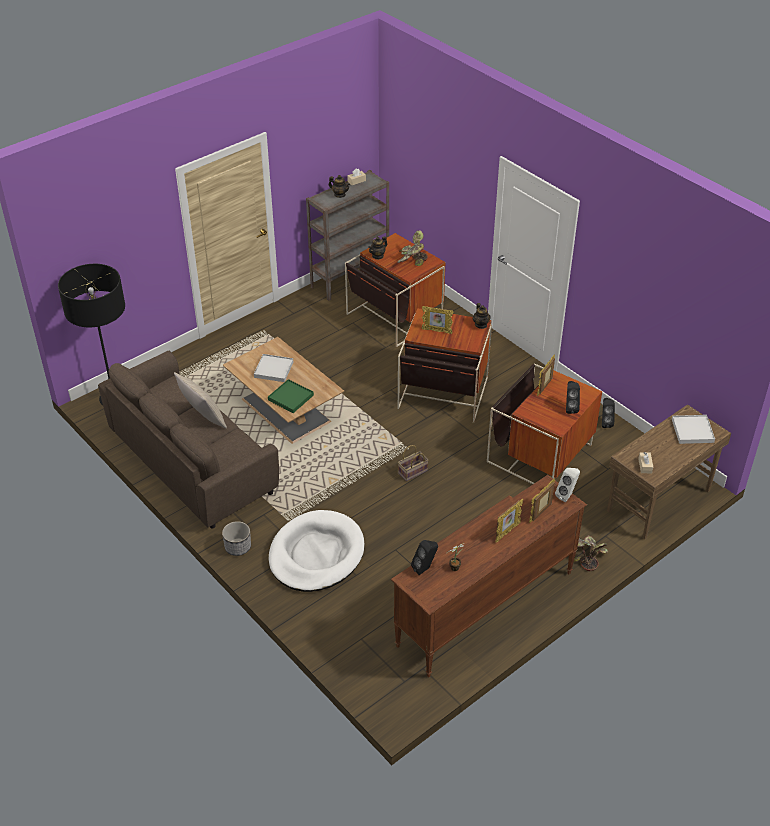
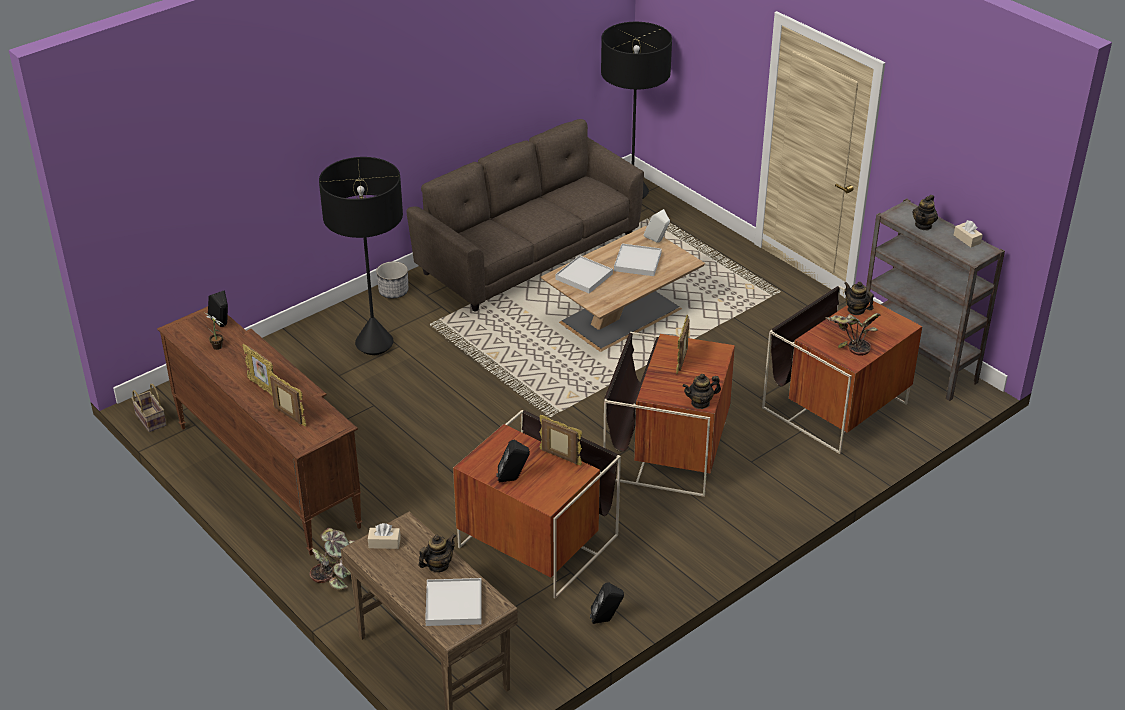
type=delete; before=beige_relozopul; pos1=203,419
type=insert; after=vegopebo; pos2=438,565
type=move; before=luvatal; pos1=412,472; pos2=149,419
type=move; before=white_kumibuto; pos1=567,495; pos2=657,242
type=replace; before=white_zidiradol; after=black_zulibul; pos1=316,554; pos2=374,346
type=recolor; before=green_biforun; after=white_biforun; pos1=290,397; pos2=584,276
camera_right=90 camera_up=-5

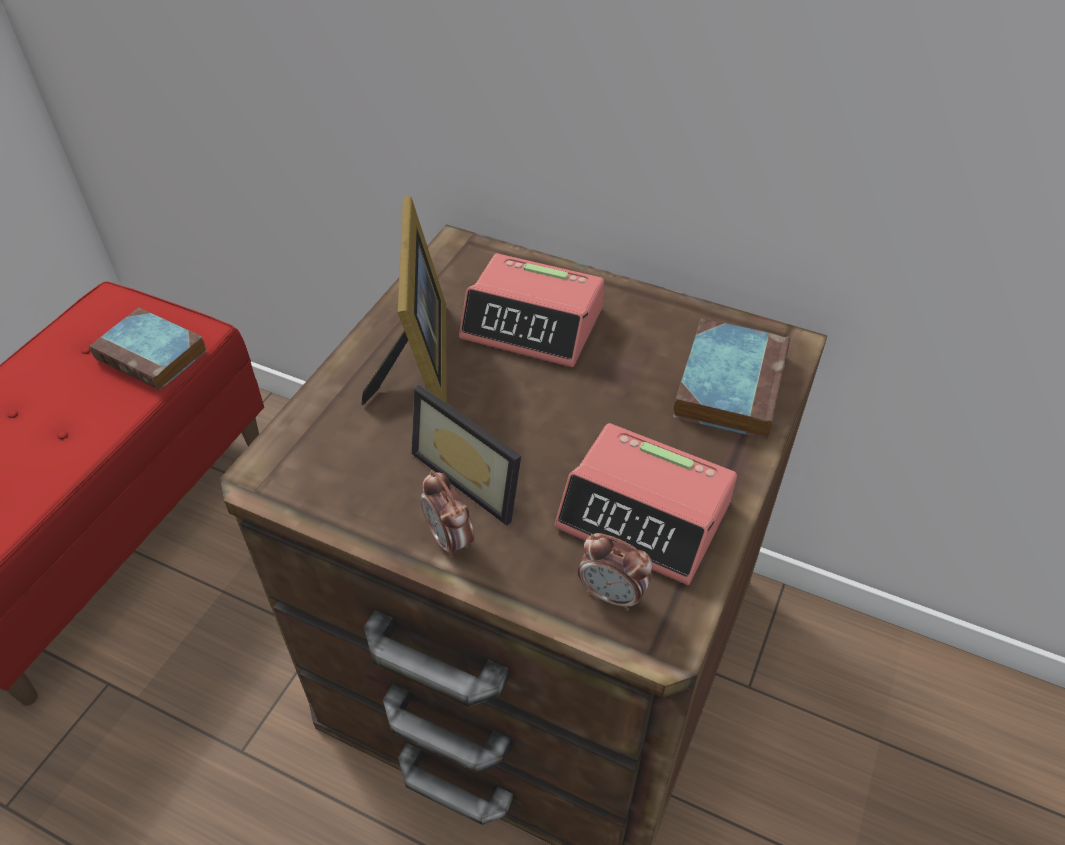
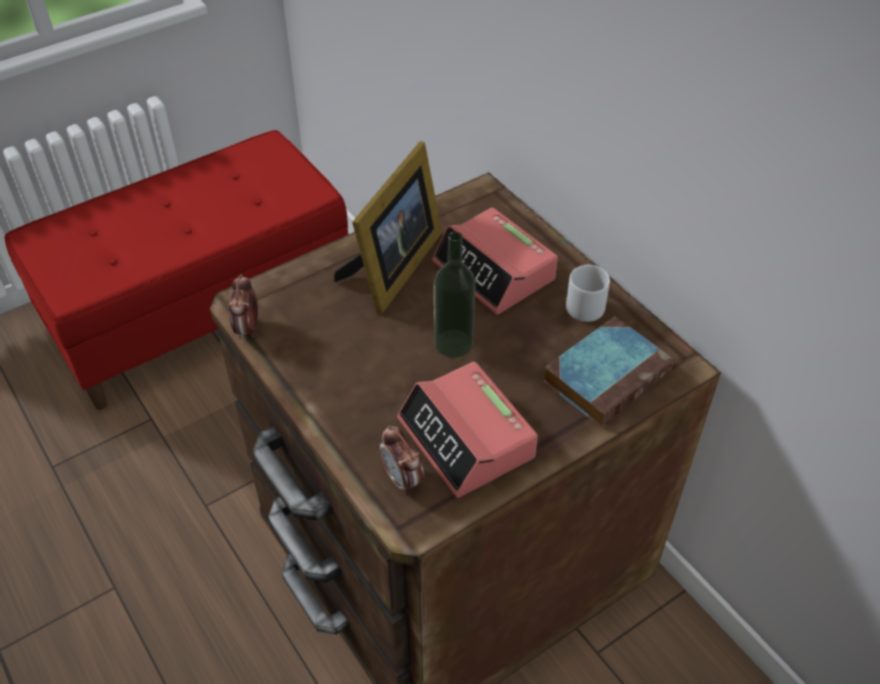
type=delete; before=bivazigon; pos1=154,355
type=delete; before=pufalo; pos1=475,474
type=insert; after=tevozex; pos2=453,343
type=insert; after=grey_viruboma; pos2=585,304
type=move; before=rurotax; pos1=450,539; pos2=247,329
camera_right=30 camera_up=0

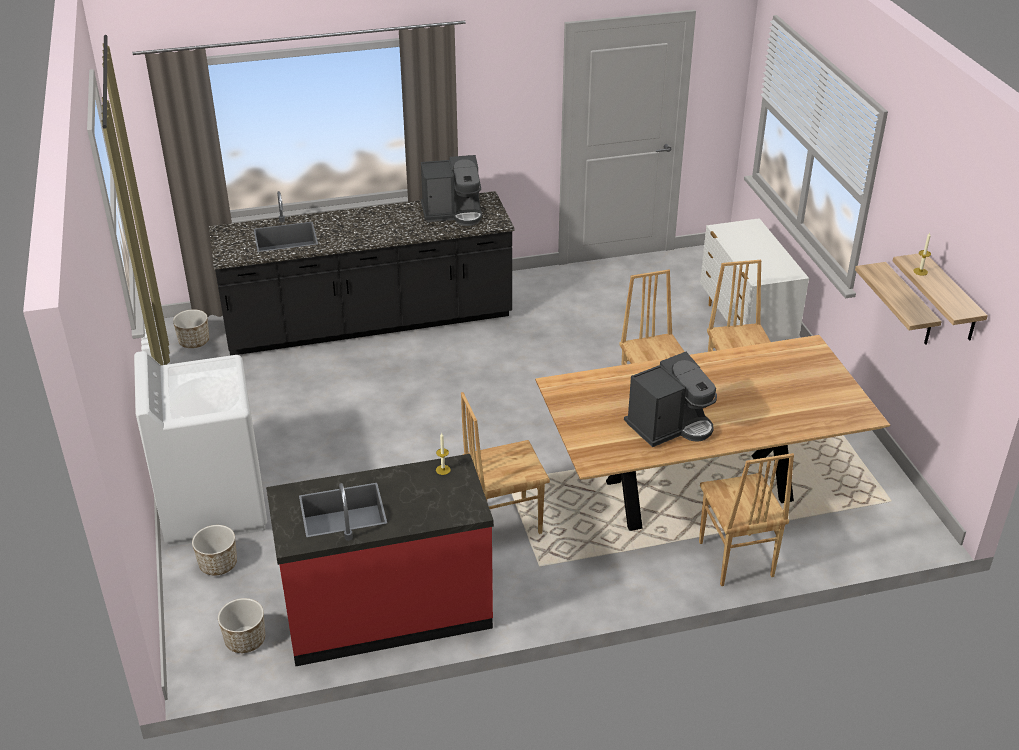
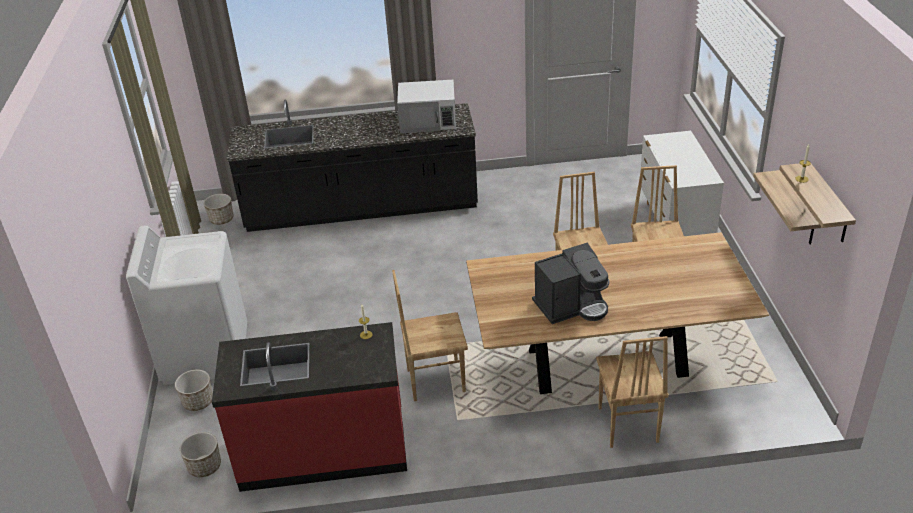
type=replace; before=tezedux; after=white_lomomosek; pos1=453,213; pos2=428,120
camera_right=10 camera_up=0

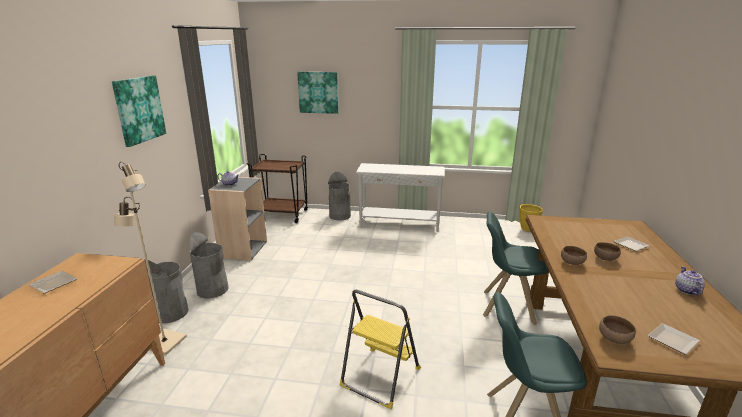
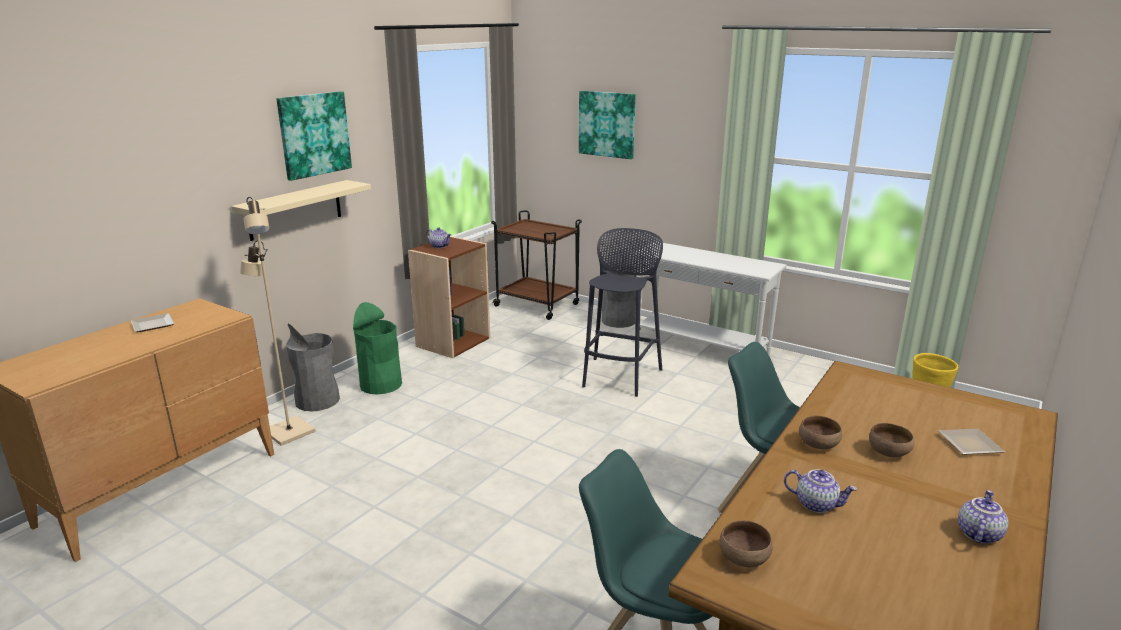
type=delete; before=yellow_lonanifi; pos1=378,378
type=delete; before=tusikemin; pos1=674,340
type=insert; after=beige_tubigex; pos2=295,210
type=insert; after=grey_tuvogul; pos2=619,376
type=insert; after=vegopebo; pos2=817,504
type=recolor; before=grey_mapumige; after=green_mapumige; pos1=212,290; pos2=381,384
type=recolor; before=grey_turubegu; after=brown_turubegu; pos1=243,249; pos2=453,341
camera_right=25 camera_up=0

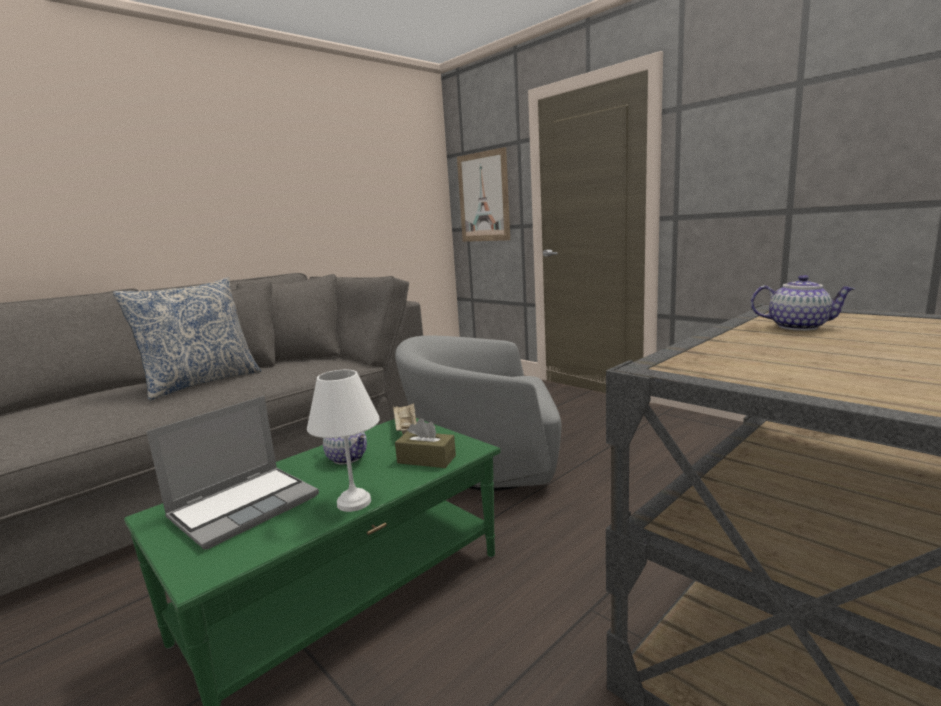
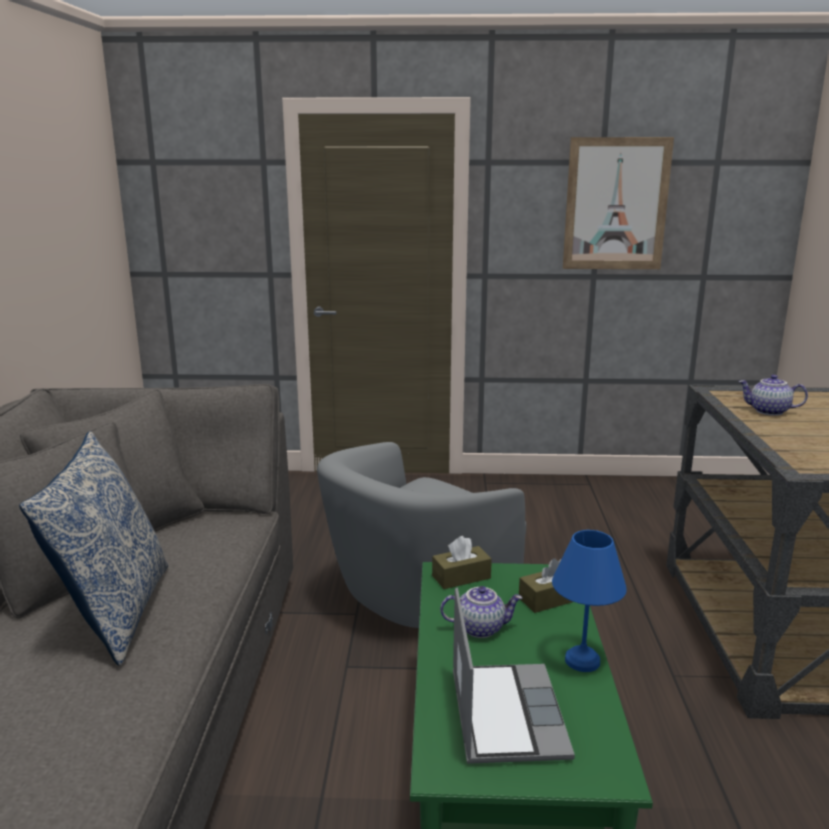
type=move; before=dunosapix; pos1=483,197; pos2=616,204
type=replace; before=beige_biforun; after=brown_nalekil; pos1=406,428; pos2=461,577
type=recolor; before=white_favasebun; after=blue_favasebun; pos1=355,501; pos2=581,660
type=rotate; before=vegopebo; pos1=798,327; pos2=768,411; turn=-135
camera_right=-45 camera_up=5

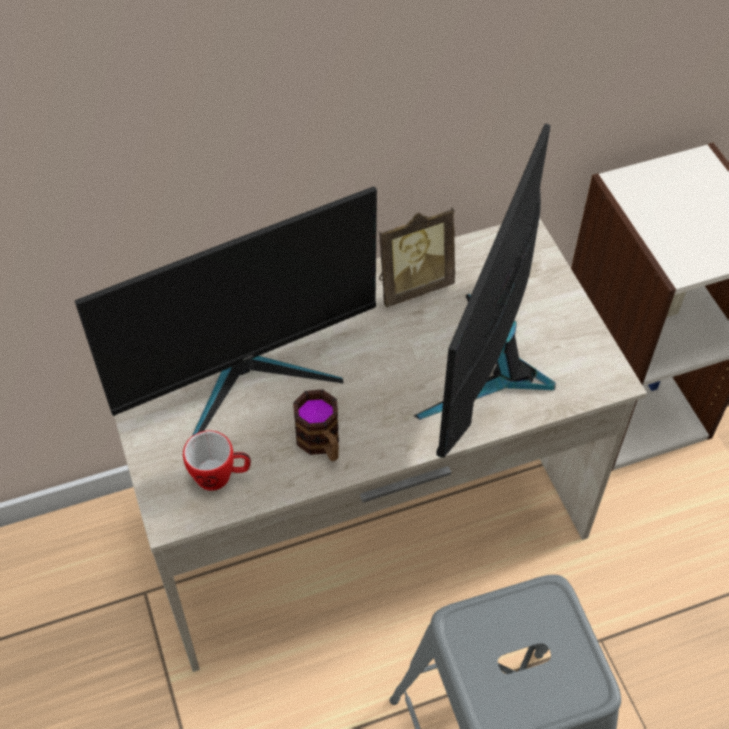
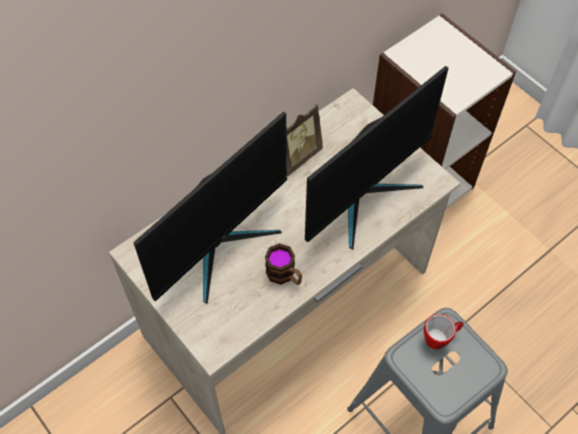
type=move; before=viruboma; pos1=221,476; pos2=440,338
type=rotate; before=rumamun; pos1=489,369; pos2=365,197; turn=-135
camera_right=-20 camera_up=5

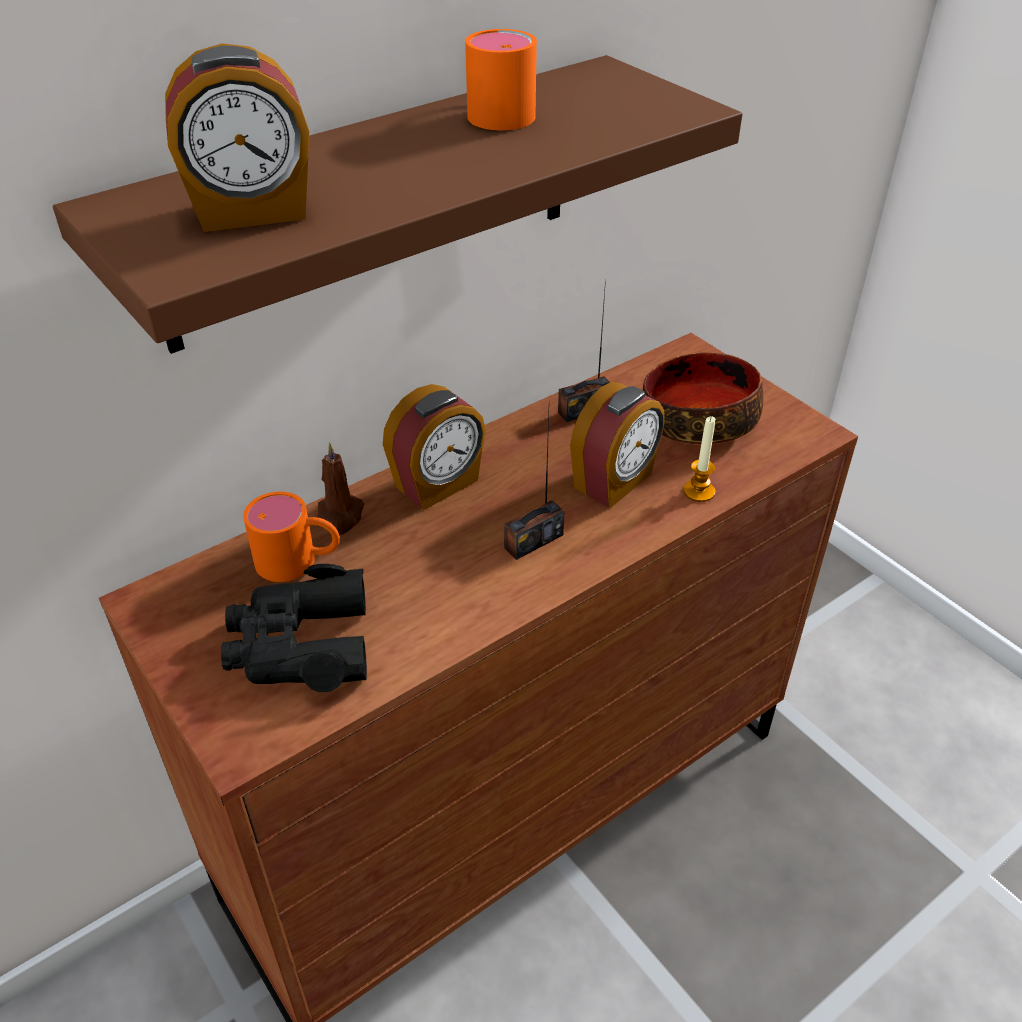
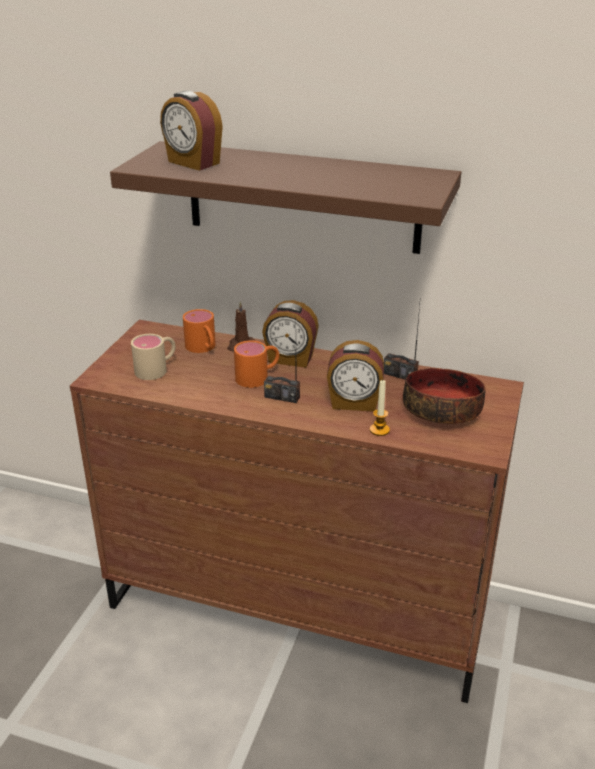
type=move; before=orange_viruboma; pos1=503,110; pos2=258,376
type=replace; before=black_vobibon; after=beige_viruboma; pos1=300,645; pos2=157,368
camera_right=55 camera_up=-10

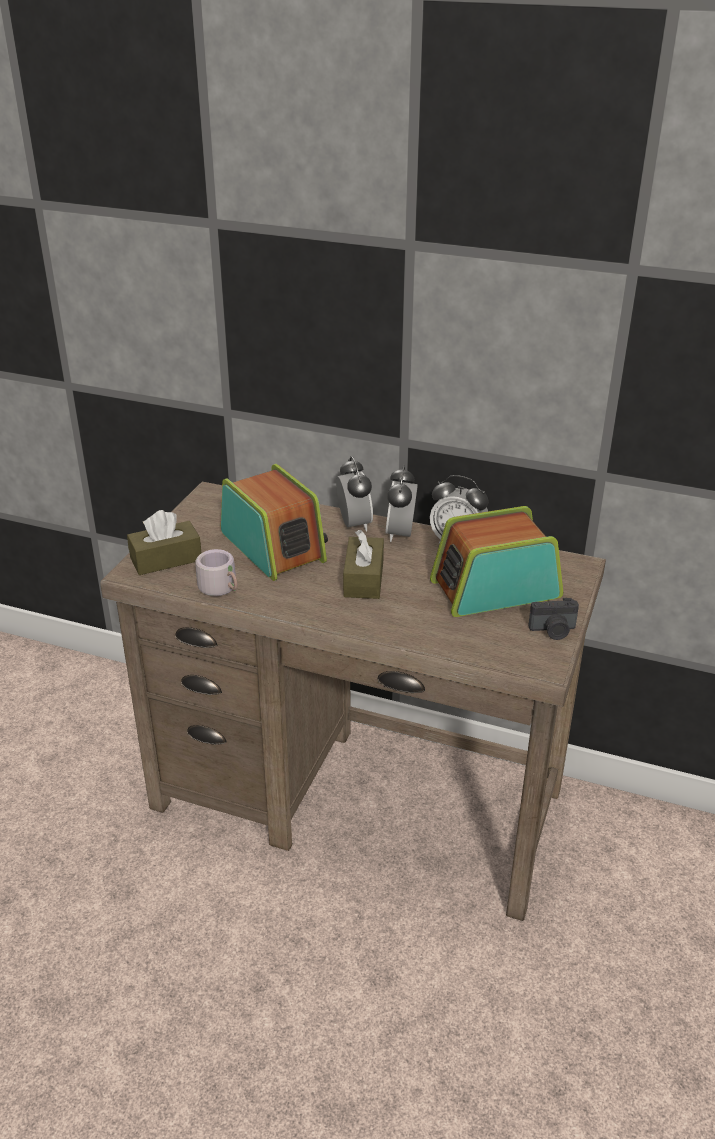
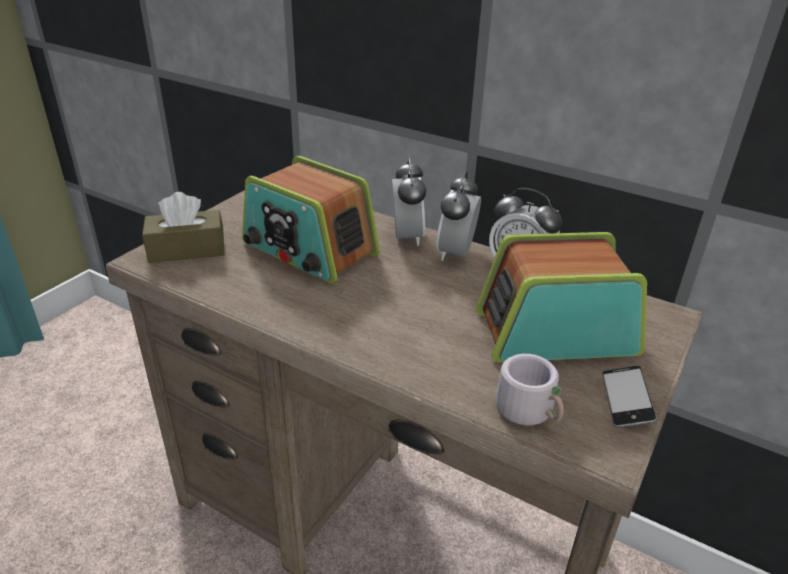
type=delete; before=brown_nalekil; pos1=363,579
type=move; before=grey_viruboma; pos1=222,588; pos2=531,411
type=replace; before=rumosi; after=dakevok; pos1=553,631; pos2=626,401
type=rotate; before=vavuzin; pos1=273,546; pos2=309,250; turn=150
camera_right=10 camera_up=0

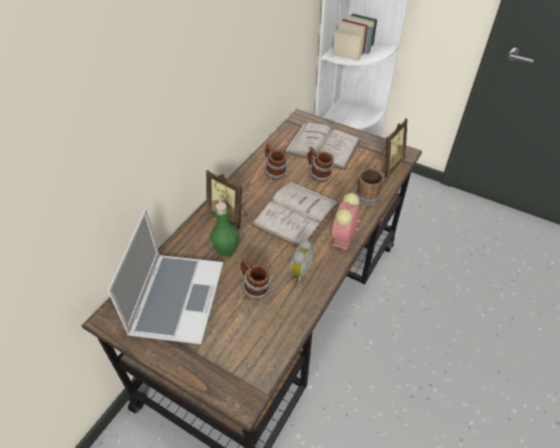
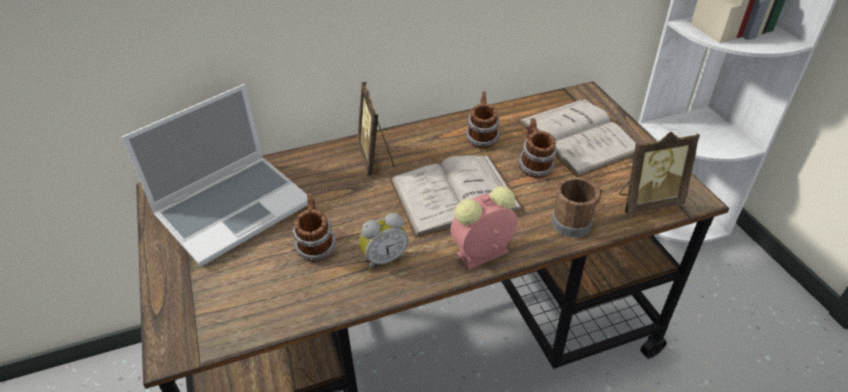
type=delete; before=green_tevozex; pos1=226,250
camera_right=40 camera_up=-5

